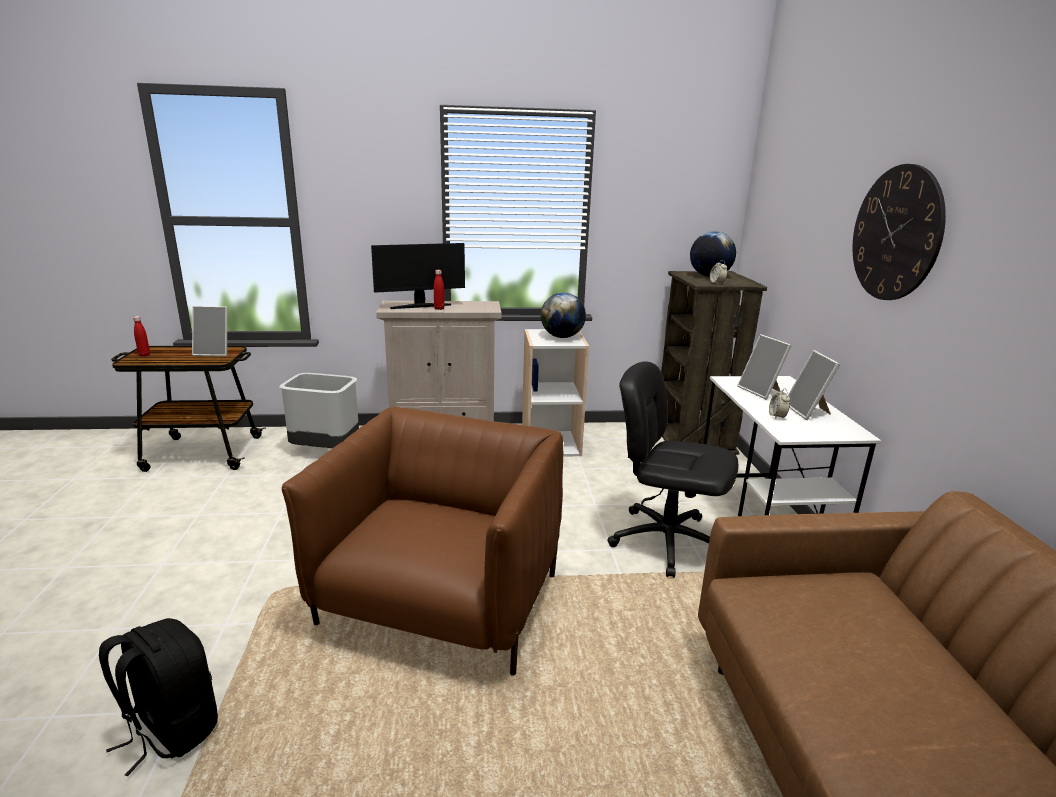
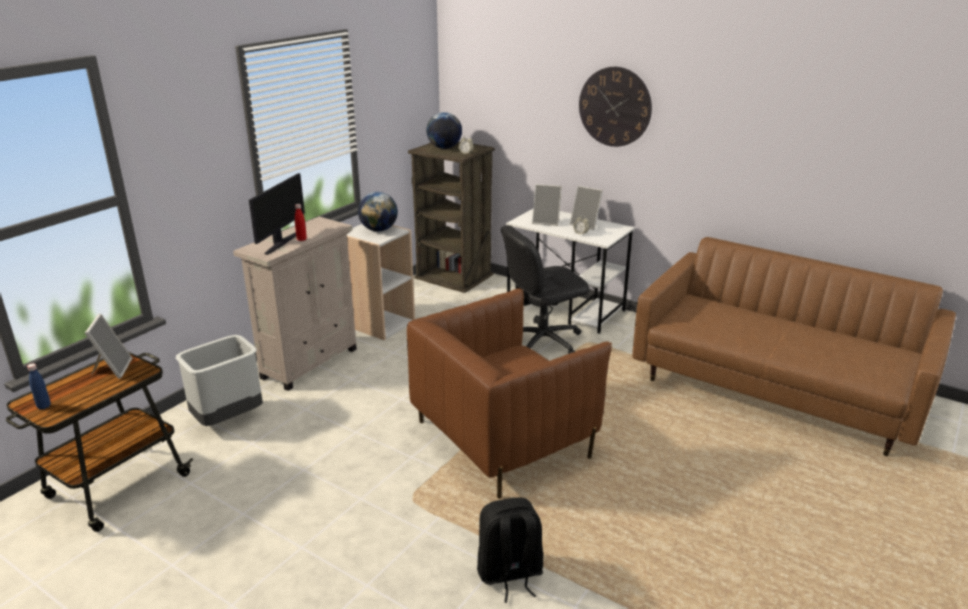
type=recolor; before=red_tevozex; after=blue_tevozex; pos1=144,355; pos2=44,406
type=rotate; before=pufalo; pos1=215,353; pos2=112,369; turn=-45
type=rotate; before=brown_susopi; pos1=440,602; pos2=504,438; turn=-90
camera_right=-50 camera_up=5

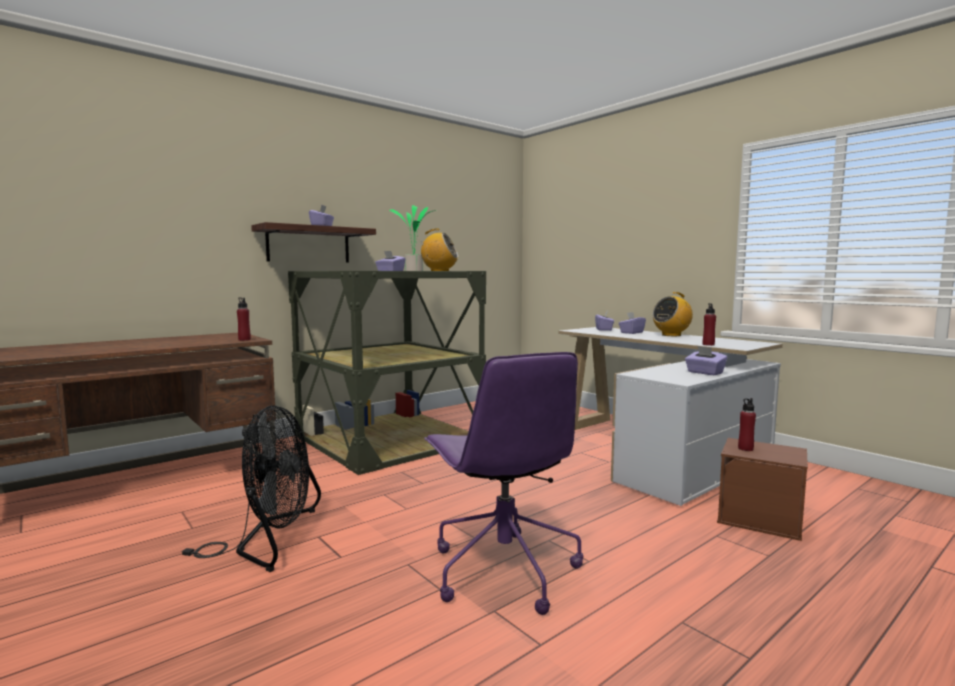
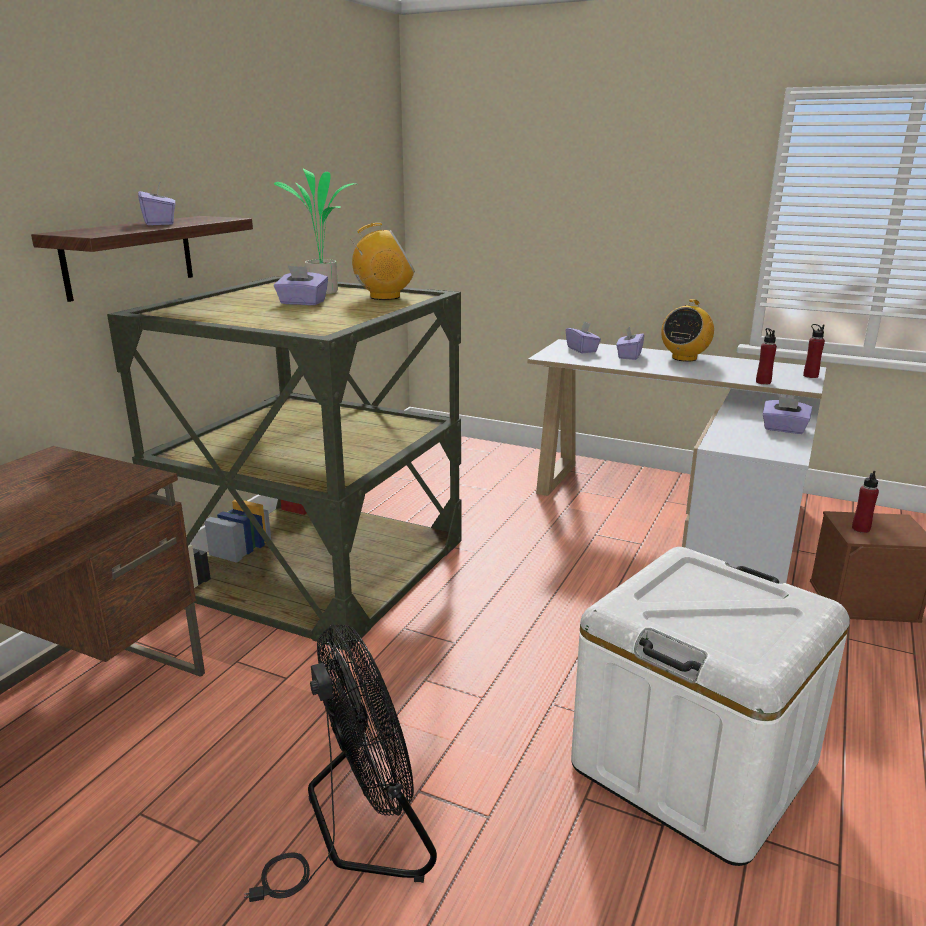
type=move; before=red_tevozex; pos1=244,340; pos2=810,376
type=replace; before=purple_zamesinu; after=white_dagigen; pos1=501,568; pos2=694,764
camera_right=-25 camera_up=15

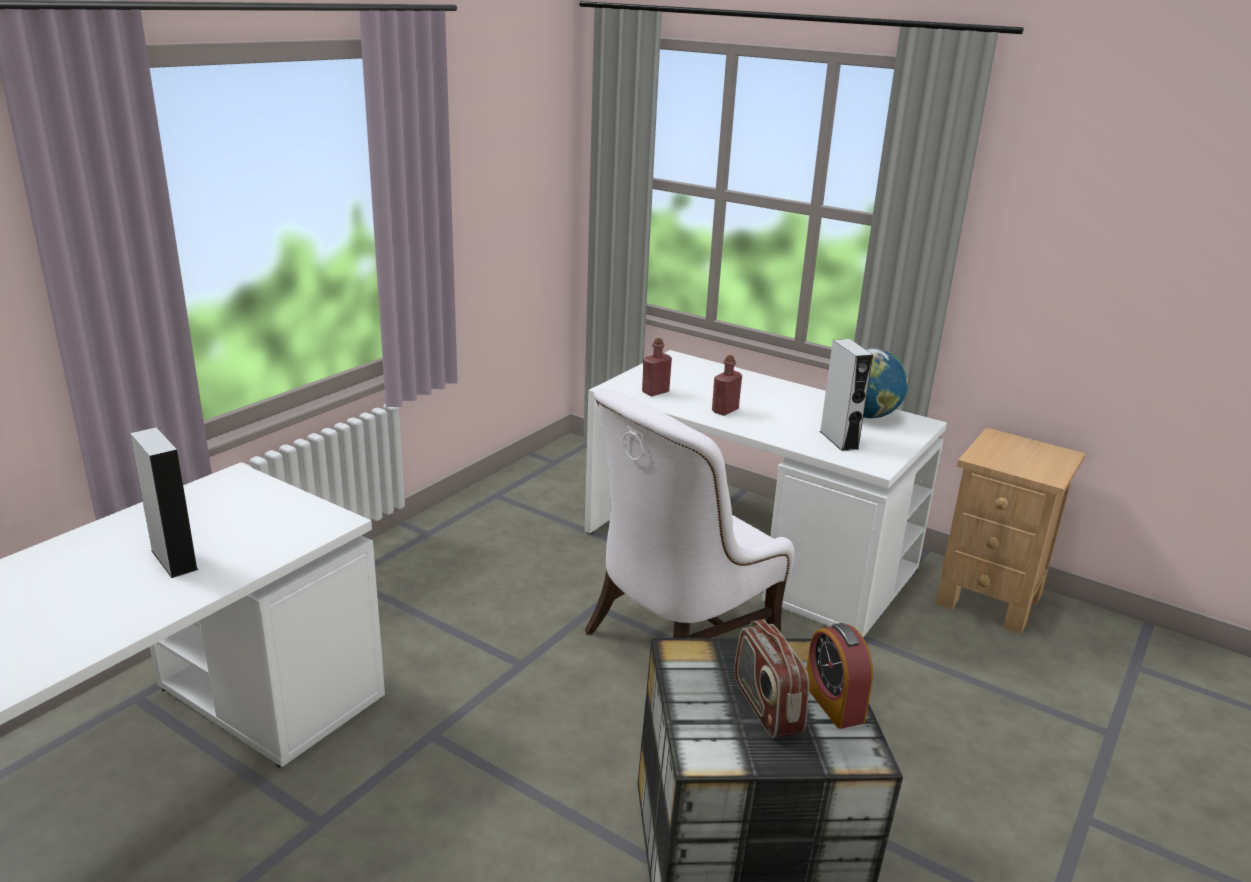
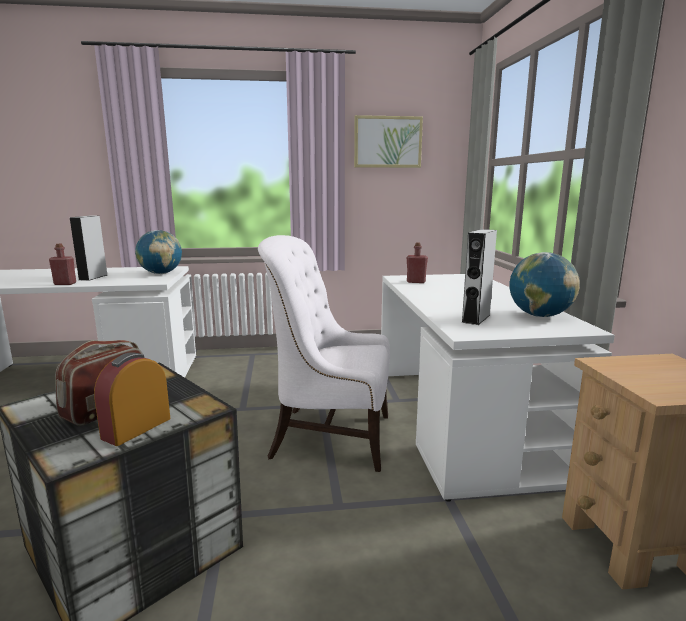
type=insert; after=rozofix; pos2=161,273
type=insert; after=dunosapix; pos2=387,142
type=move; before=red_tevozex; pos1=725,410; pos2=65,284
camera_right=50 camera_up=-10

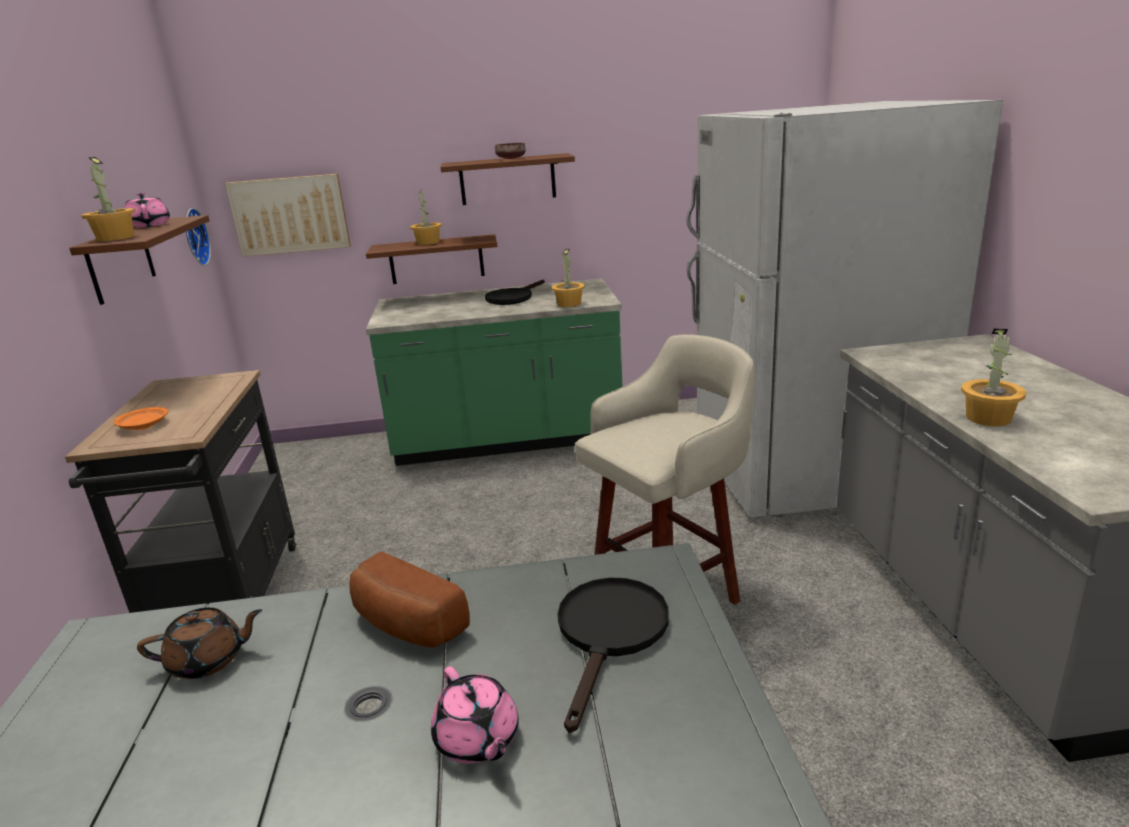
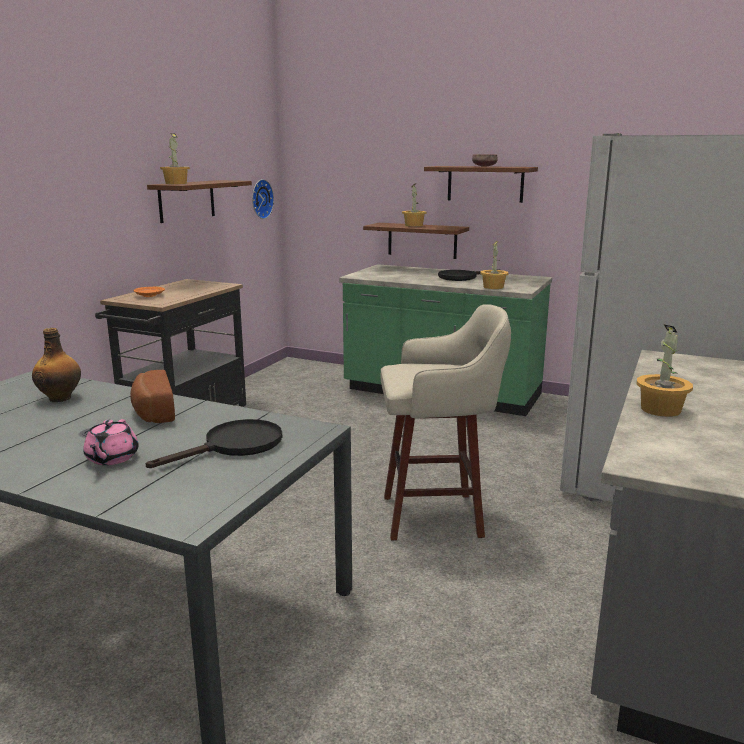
type=delete; before=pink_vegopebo; pos1=150,225
type=delete; before=dunosapix; pos1=290,215
type=replace; before=brown_vegopebo; after=tevozex; pos1=209,660; pos2=61,398
camera_right=30 camera_up=-5

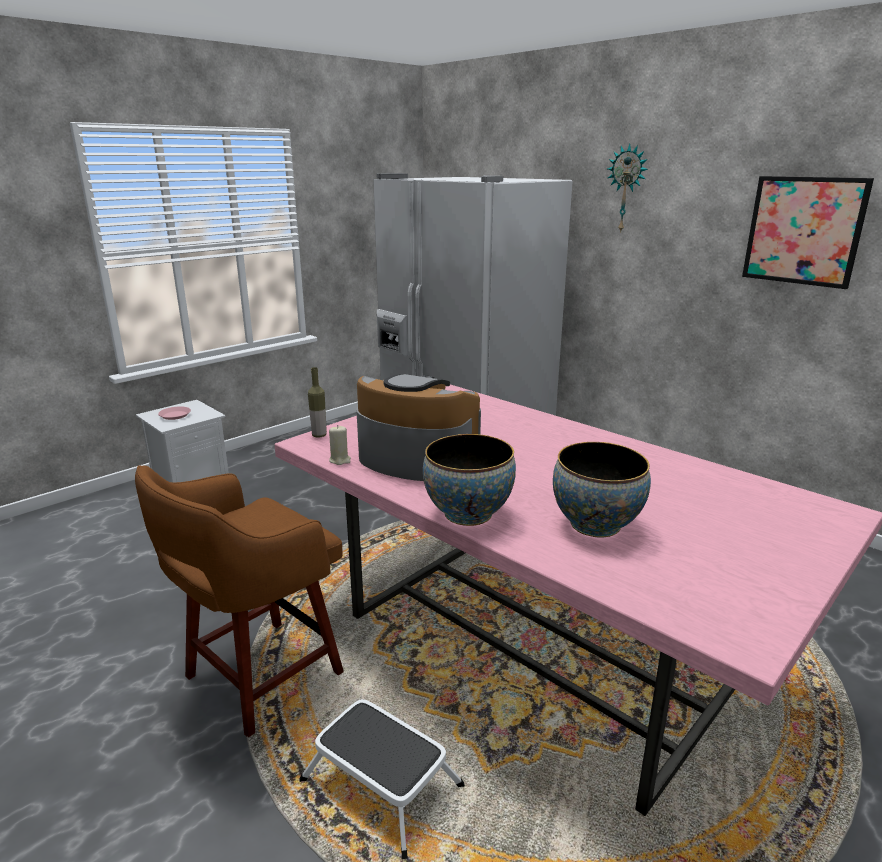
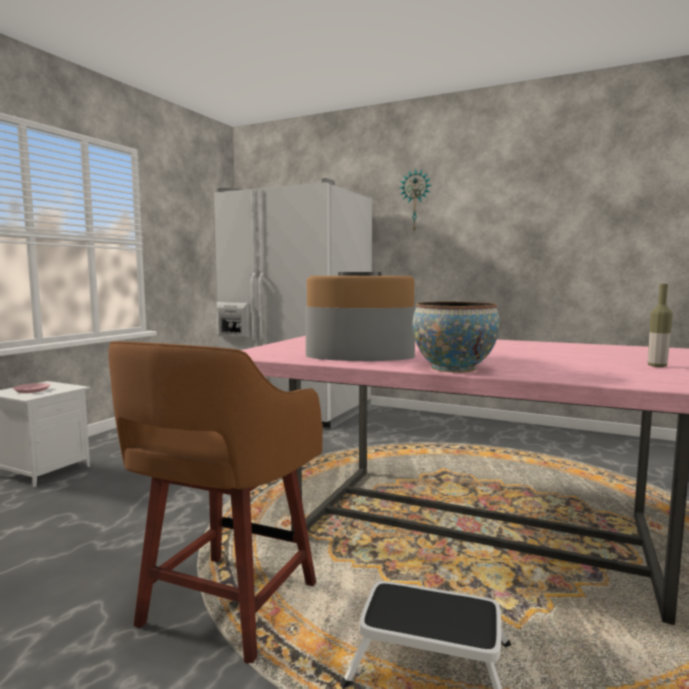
type=delete; before=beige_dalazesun; pos1=340,460
type=delete; before=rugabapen; pos1=595,524
type=delete; before=dunosapix; pos1=804,231
type=move; before=tevozex; pos1=319,435; pos2=657,366
camera_right=-20 camera_up=-15

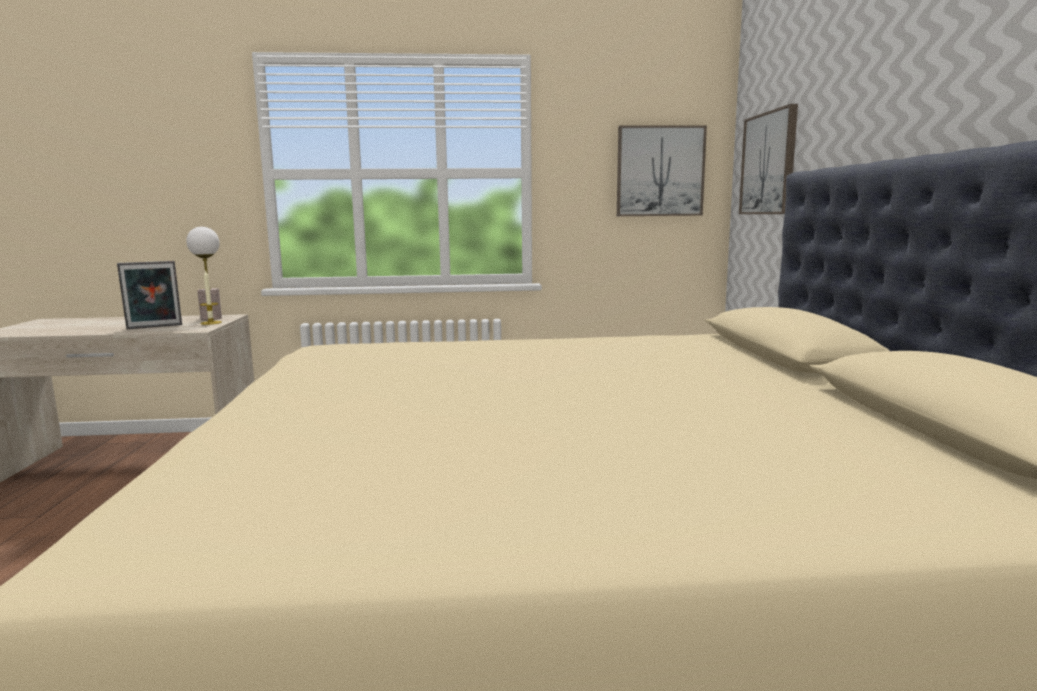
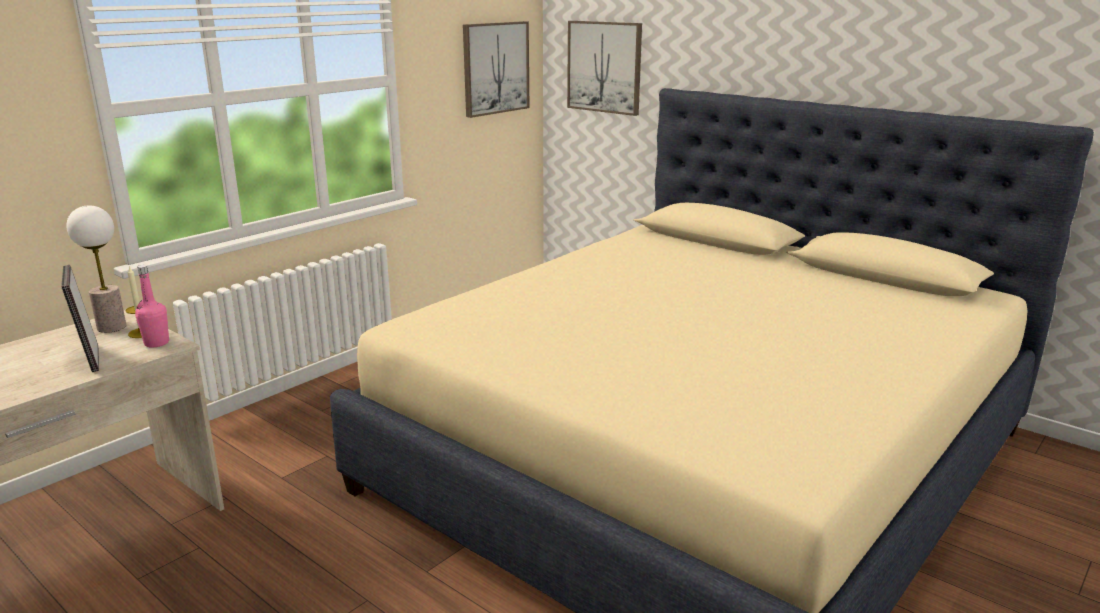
type=insert; after=pink_tevozex; pos2=156,343
type=rotate; before=pufalo; pos1=154,327; pos2=90,359; turn=135
camera_right=-45 camera_up=10

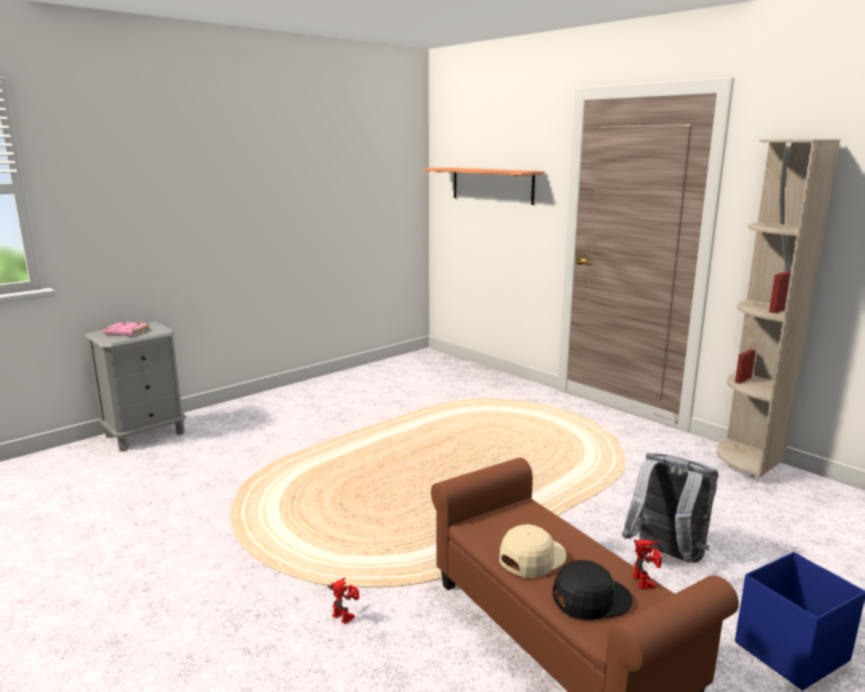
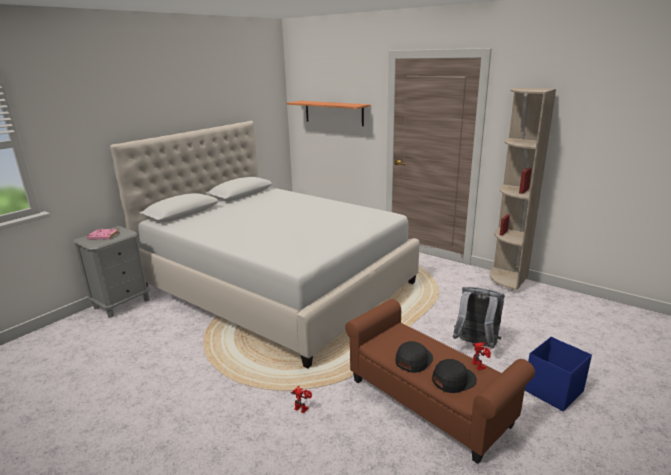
type=insert; after=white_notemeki; pos2=277,285
type=recolor; before=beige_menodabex; after=black_menodabex; pos1=531,557; pos2=413,360
camera_right=-10 camera_up=5

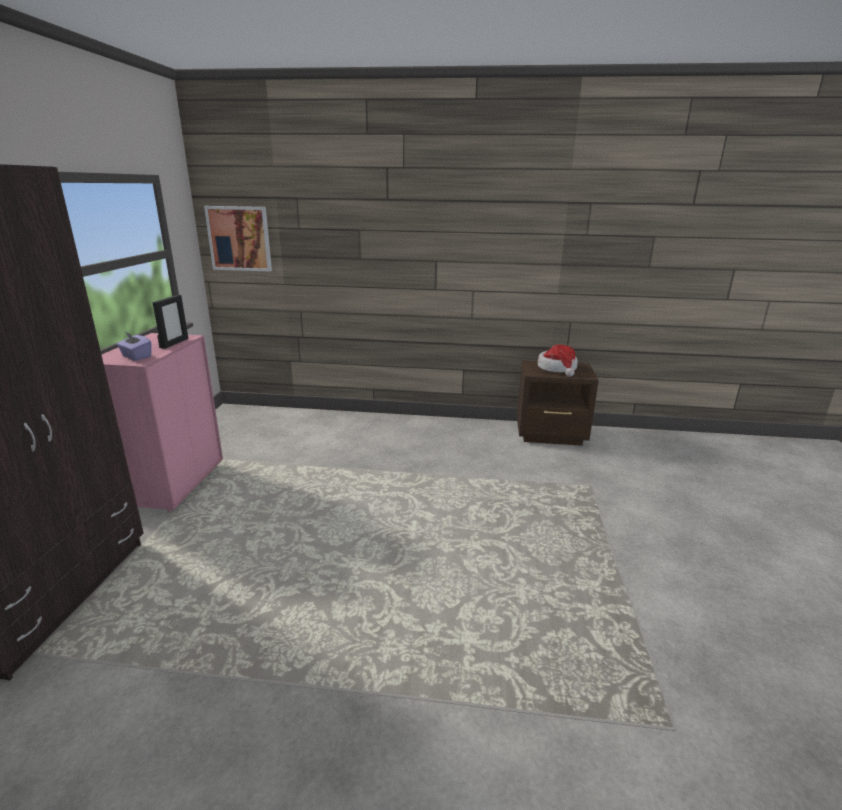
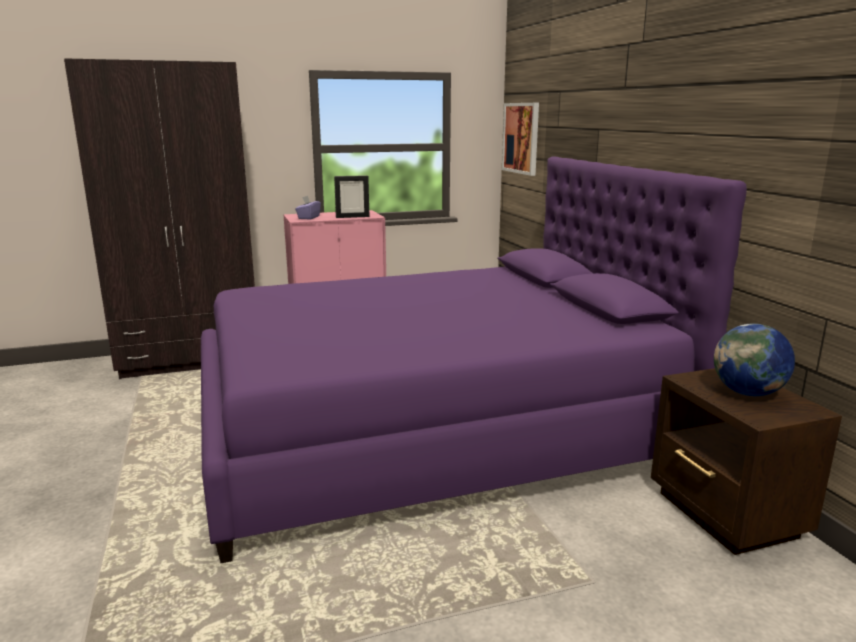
type=insert; after=purple_notemeki; pos2=434,431
type=replace; before=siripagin; after=rozofix; pos1=557,368; pos2=748,393
camera_right=65 camera_up=-5

